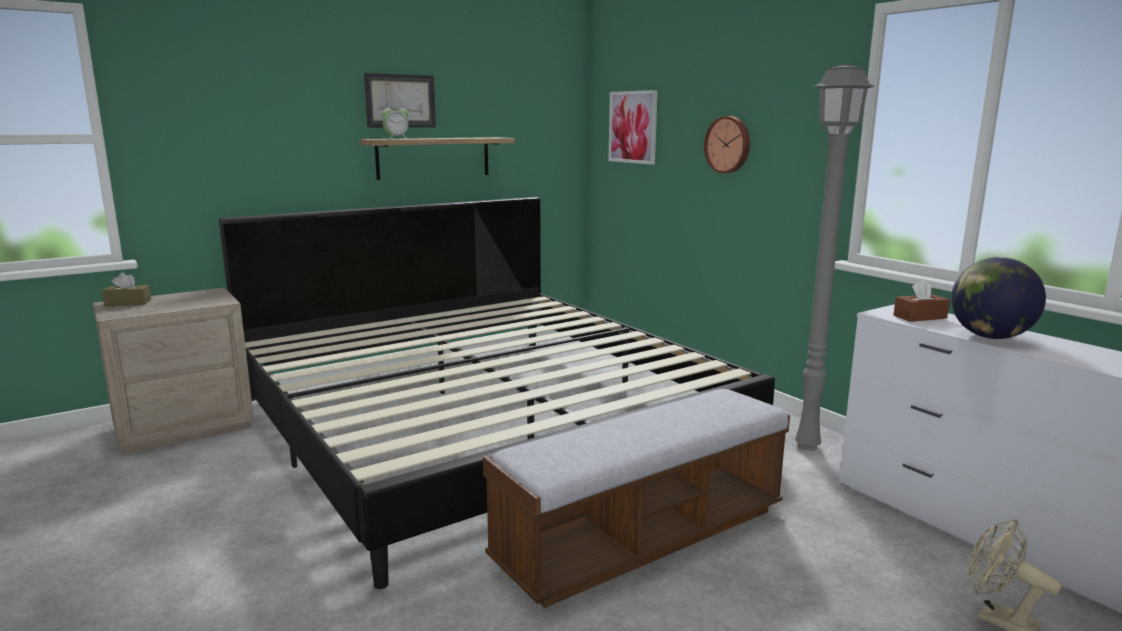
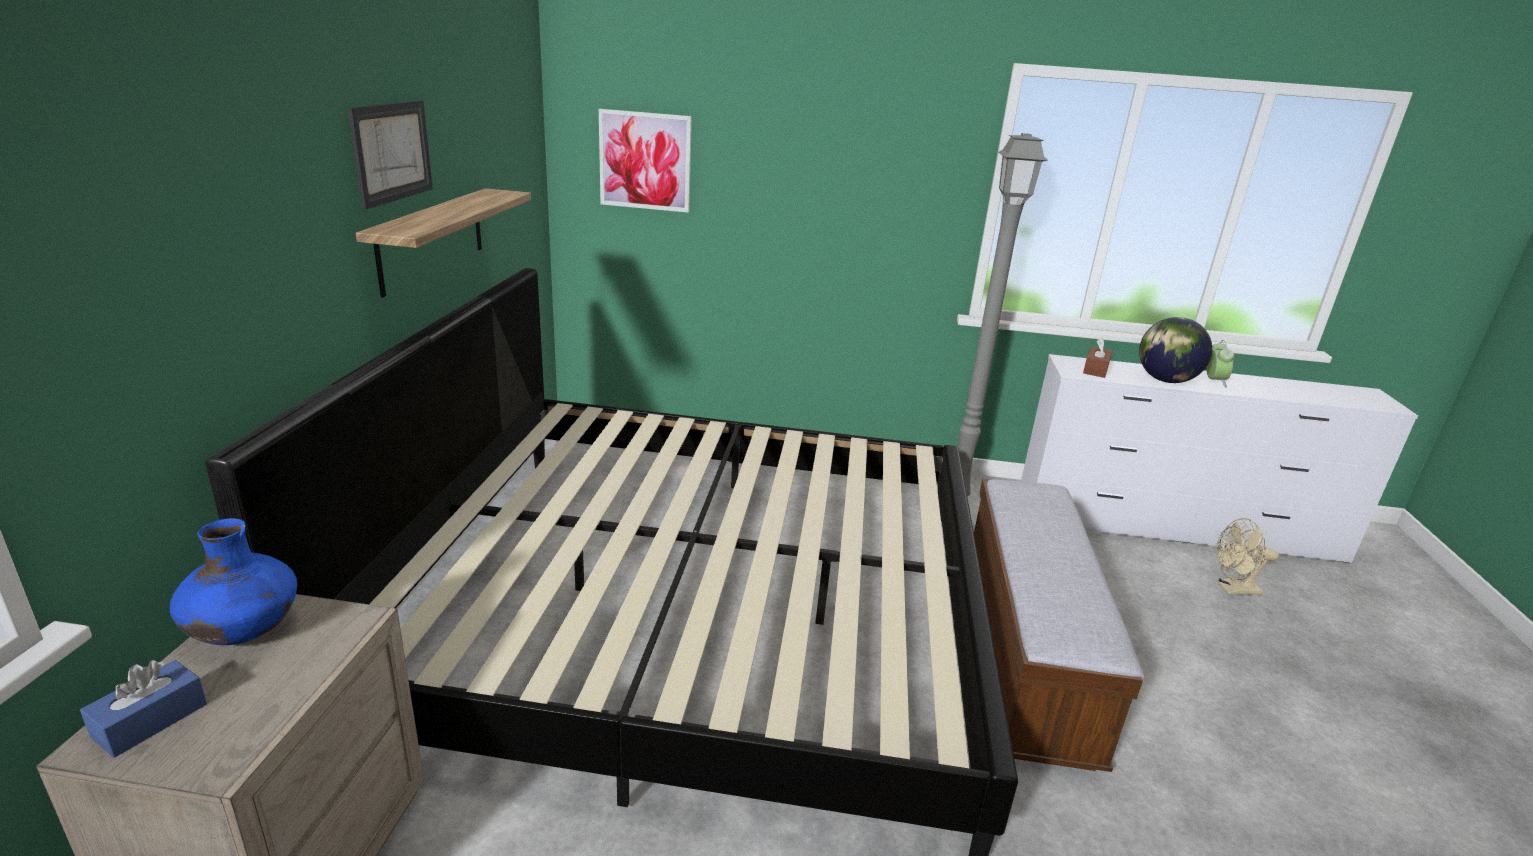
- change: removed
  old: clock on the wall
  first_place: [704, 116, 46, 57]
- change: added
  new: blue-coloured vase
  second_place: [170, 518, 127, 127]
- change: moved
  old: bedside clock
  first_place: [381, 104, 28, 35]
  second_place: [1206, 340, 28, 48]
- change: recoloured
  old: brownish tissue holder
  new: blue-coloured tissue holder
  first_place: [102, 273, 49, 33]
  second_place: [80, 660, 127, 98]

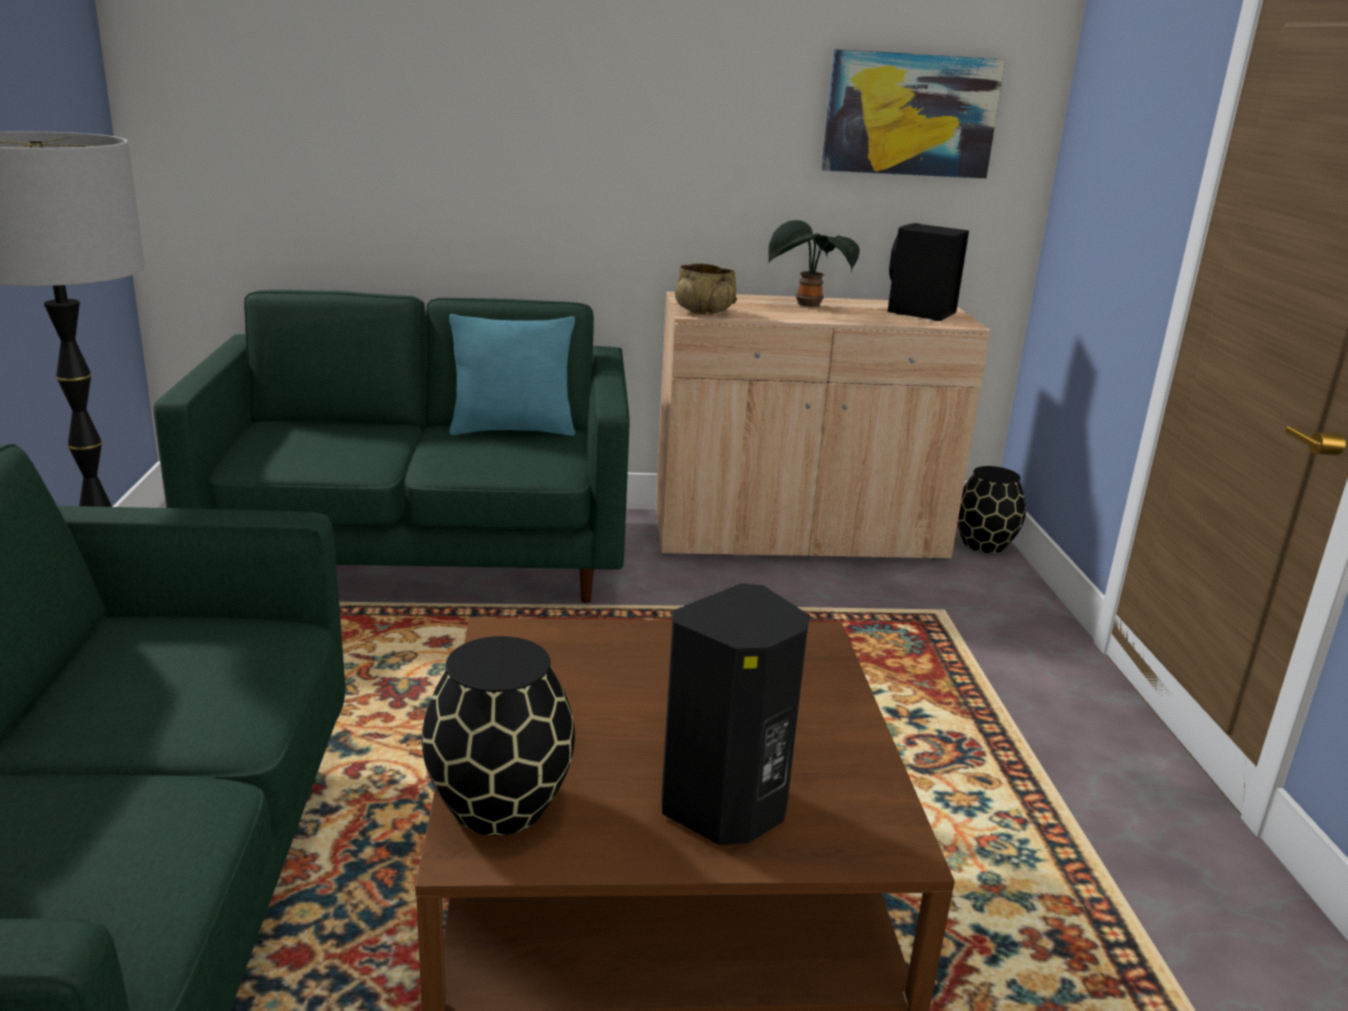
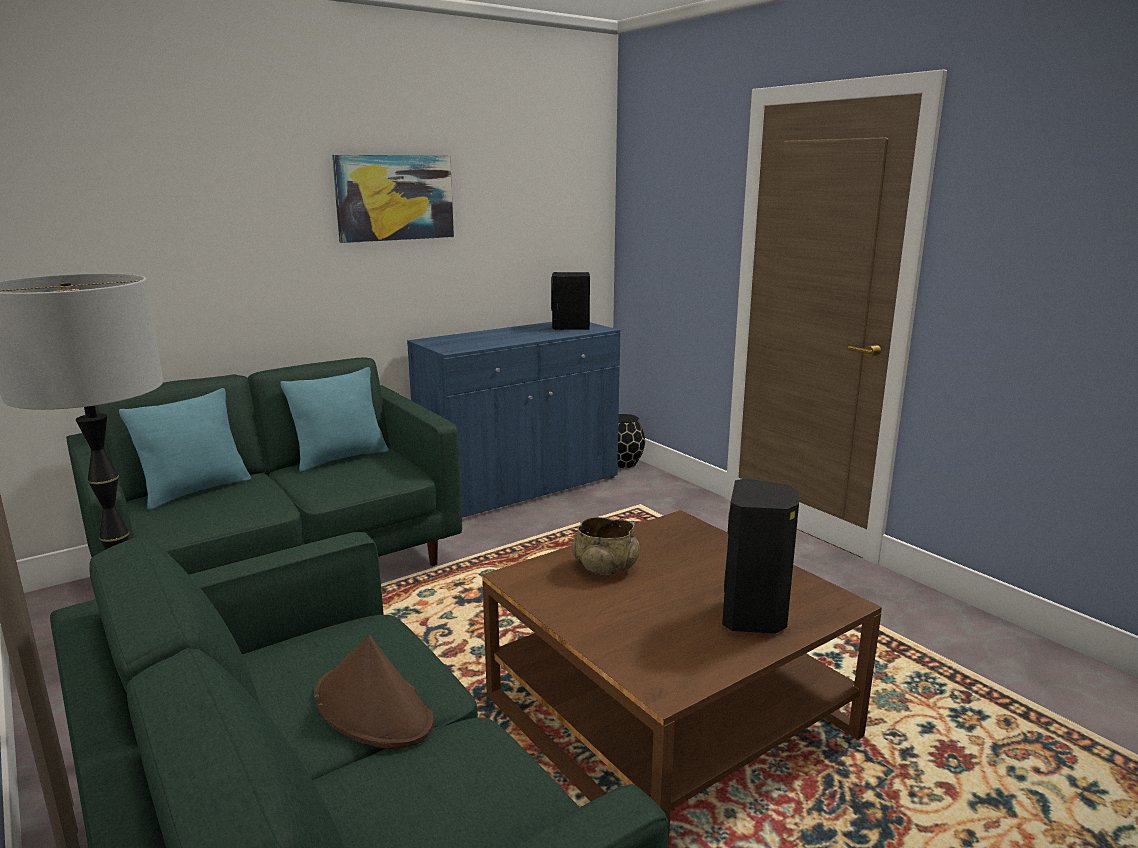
- change: removed
  old: blackish vase
  first_place: [422, 636, 153, 200]
- change: removed
  old: potted plant
  first_place: [768, 220, 92, 87]
- change: added
  new: blue-green throw pillow
  second_place: [119, 388, 132, 122]
- change: added
  new: brownish wearable hat
  second_place: [314, 635, 120, 114]
- change: moved
  old: sand-coloured serving bowl
  first_place: [675, 263, 62, 52]
  second_place: [572, 517, 68, 58]
- change: moved
  old: wall art
  first_place: [821, 49, 184, 130]
  second_place: [332, 155, 122, 88]
- change: recoloured
  old: sand-coloured cabinet
  new: blue-coloured cabinet
  first_place: [655, 291, 335, 270]
  second_place: [407, 322, 213, 196]

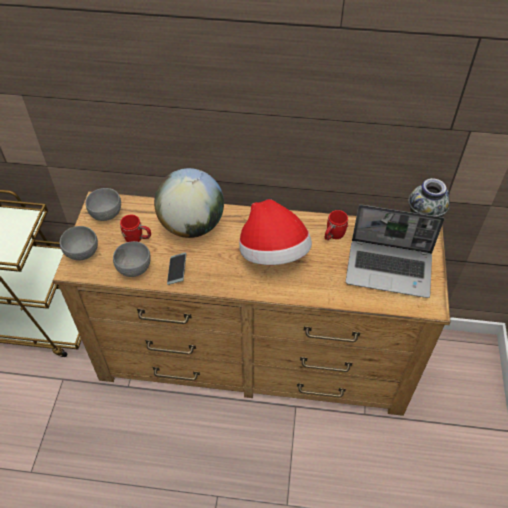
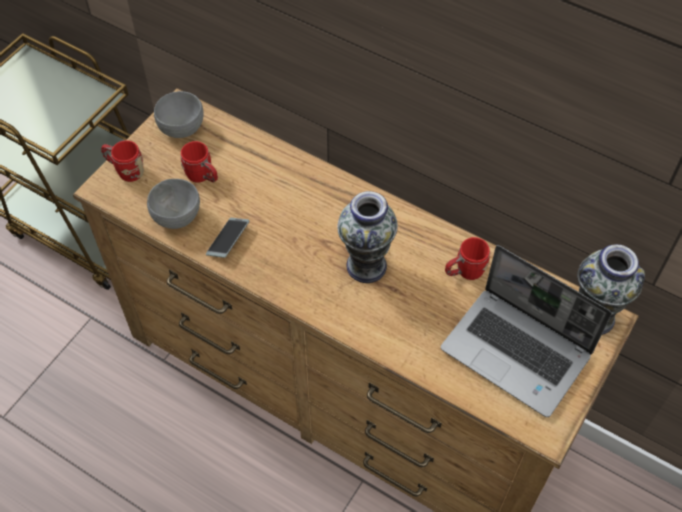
- change: removed
  old: world globe
  first_place: [154, 168, 70, 70]
- change: replaced
  old: grey serving bowl
  new: red tea mug
  first_place: [60, 226, 38, 35]
  second_place: [101, 140, 43, 42]
- change: replaced
  old: wearable hat
  new: vase
  first_place: [239, 199, 73, 66]
  second_place: [337, 191, 61, 92]

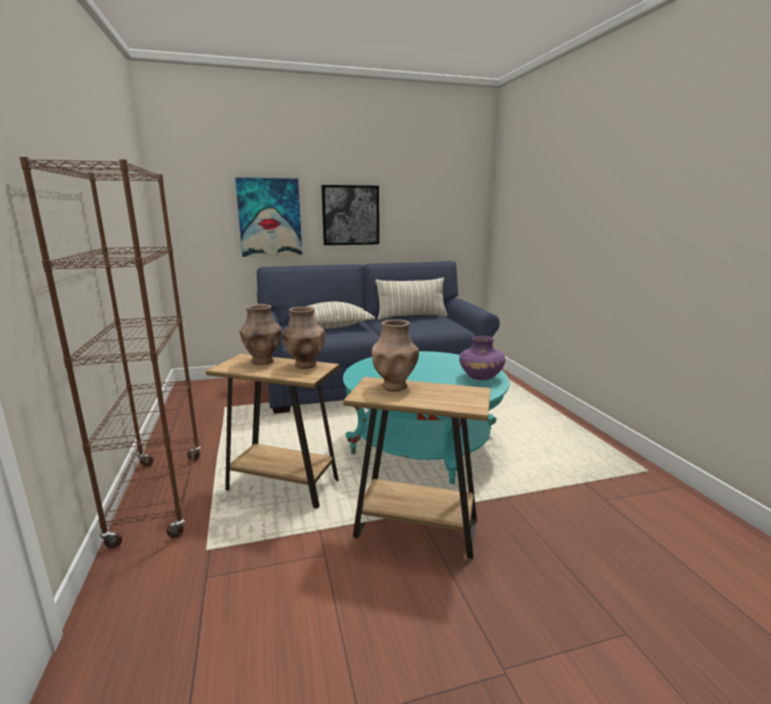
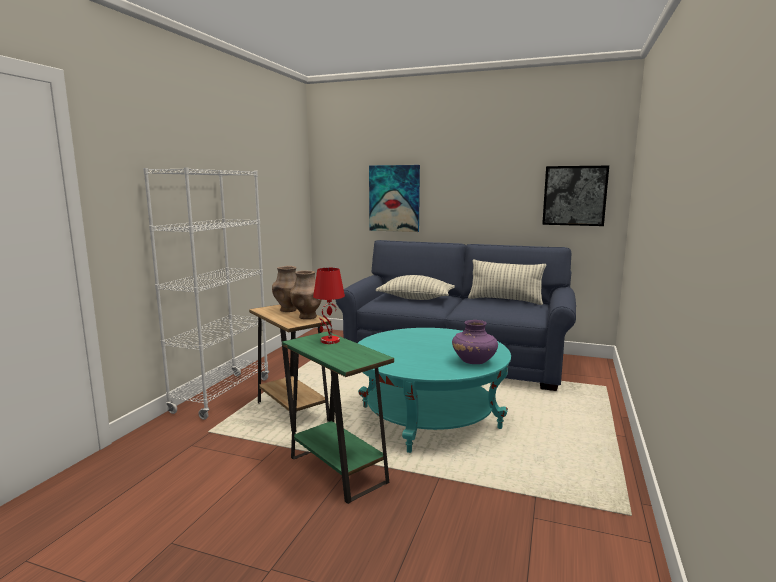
- change: moved
  old: wall art
  first_place: [321, 185, 58, 60]
  second_place: [542, 166, 67, 60]
- change: replaced
  old: brownish vase
  new: red table lamp
  first_place: [372, 319, 47, 73]
  second_place: [313, 268, 32, 76]
- change: recoloured
  old: brownish shelving unit
  new: whitish shelving unit
  first_place: [19, 157, 182, 391]
  second_place: [143, 167, 126, 253]
- change: recoloured
  old: brownish end table
  new: green end table
  first_place: [343, 377, 148, 182]
  second_place: [282, 332, 112, 172]

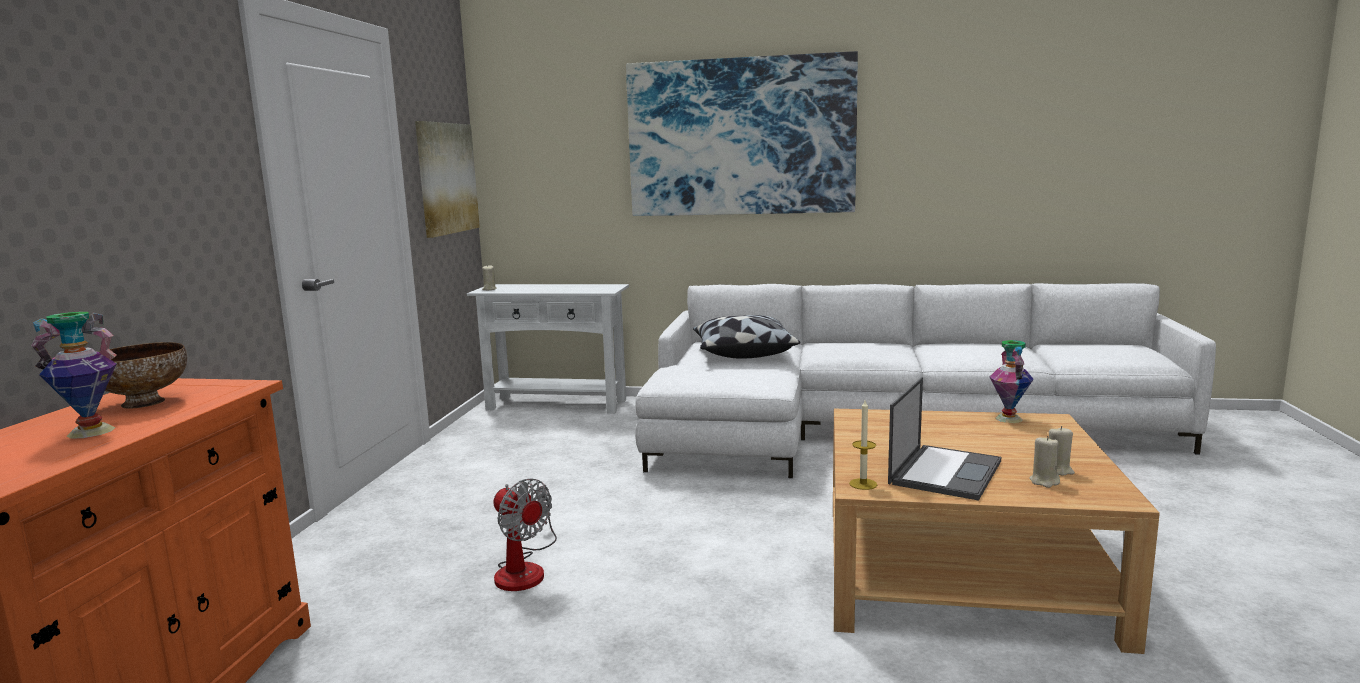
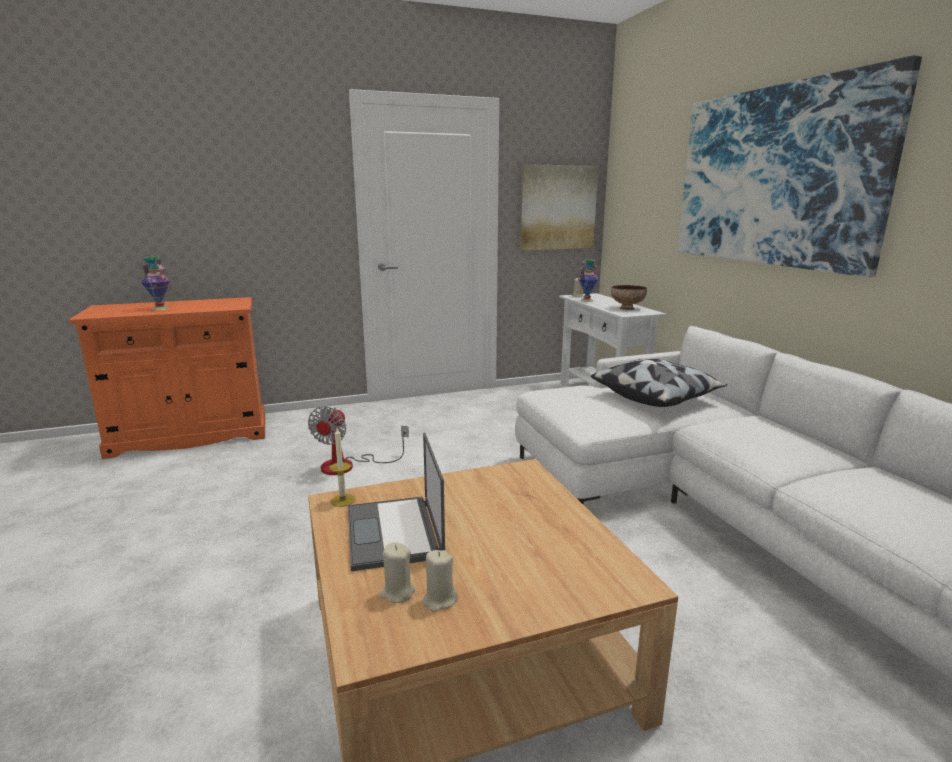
- change: moved
  old: serving bowl
  first_place: [99, 342, 88, 67]
  second_place: [611, 285, 36, 25]
- change: moved
  old: vase
  first_place: [990, 340, 44, 83]
  second_place: [578, 260, 21, 42]
- change: turned
  old: portable computer
  first_place: [888, 377, 113, 124]
  second_place: [348, 432, 97, 140]
  degrees: 75

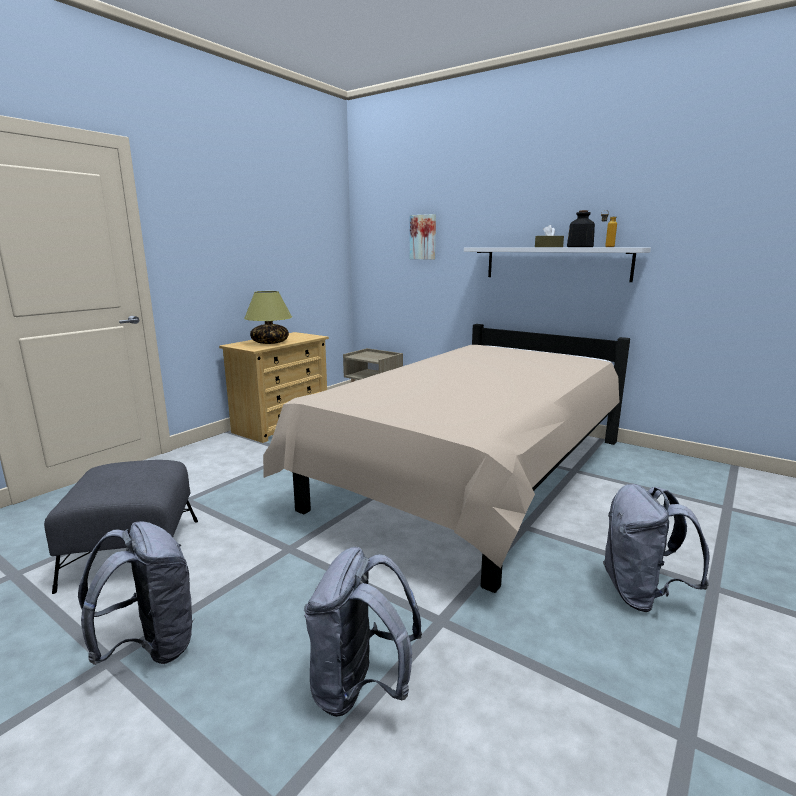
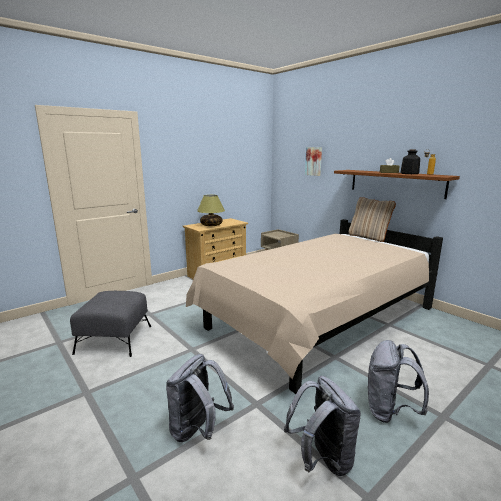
- change: added
  new: sand-coloured throw pillow
  second_place: [349, 197, 47, 45]
- change: moved
  old: grey rucksack
  first_place: [78, 521, 116, 144]
  second_place: [284, 376, 77, 100]
- change: recoloured
  old: whitish wall shelf
  new: brownish wall shelf
  first_place: [464, 247, 187, 35]
  second_place: [334, 170, 126, 29]

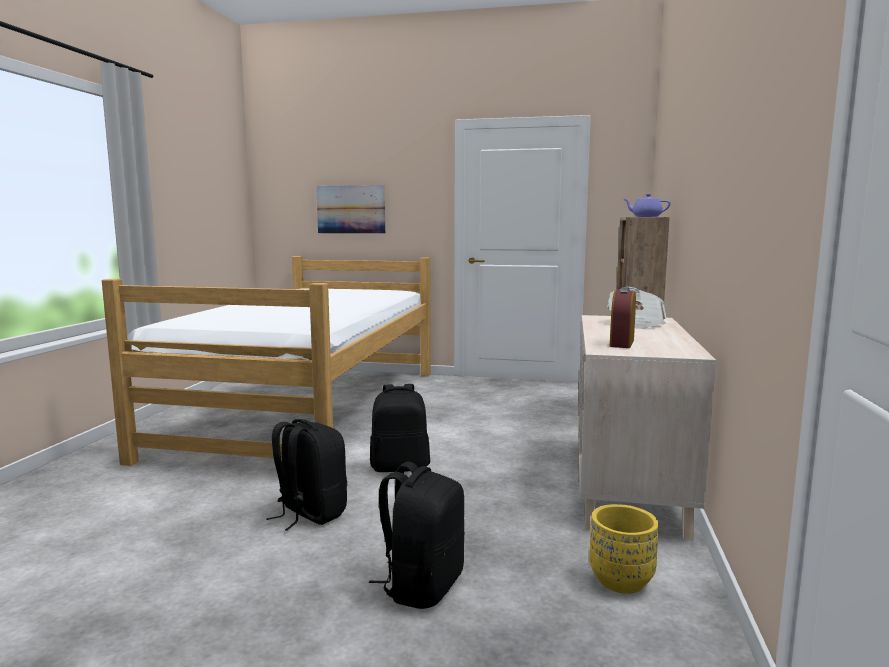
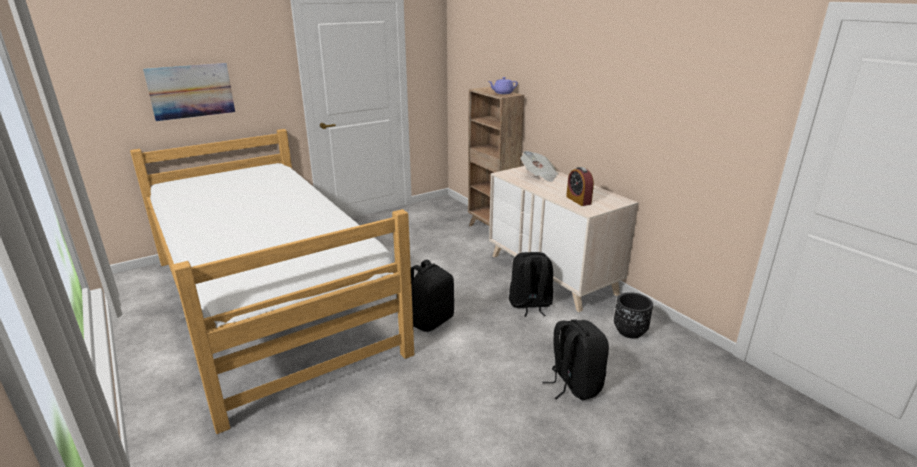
- change: moved
  old: blackish rucksack
  first_place: [266, 419, 81, 112]
  second_place: [509, 252, 44, 65]
- change: recoloured
  old: yellowish flower pot
  new: blackish flower pot
  first_place: [589, 504, 70, 90]
  second_place: [614, 292, 39, 47]

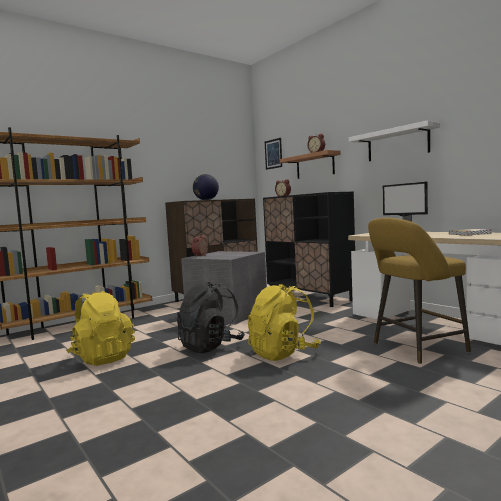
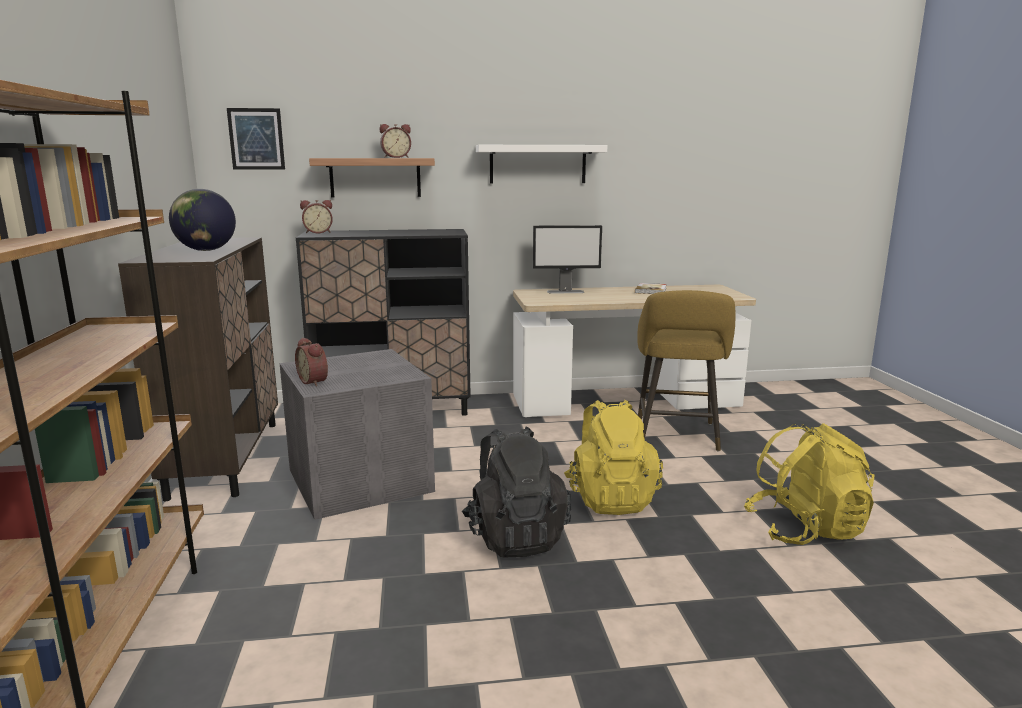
- change: moved
  old: yellowish rucksack
  first_place: [66, 291, 69, 75]
  second_place: [744, 423, 130, 122]

